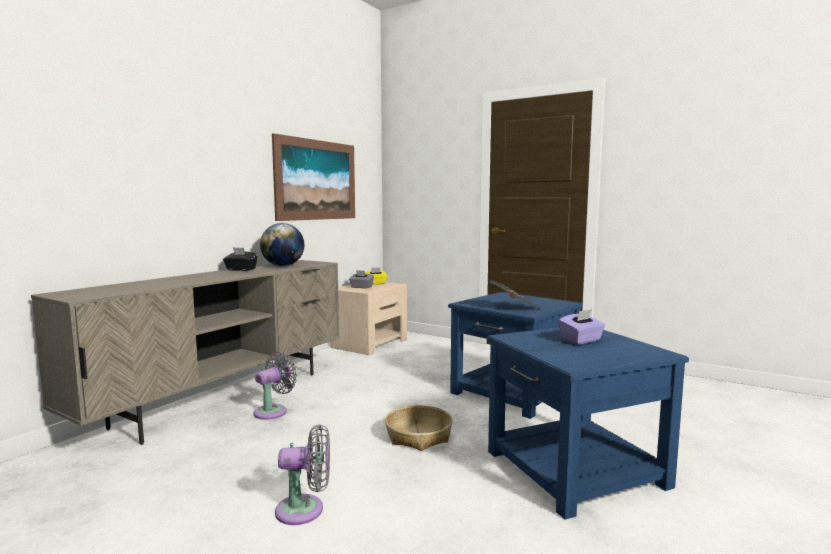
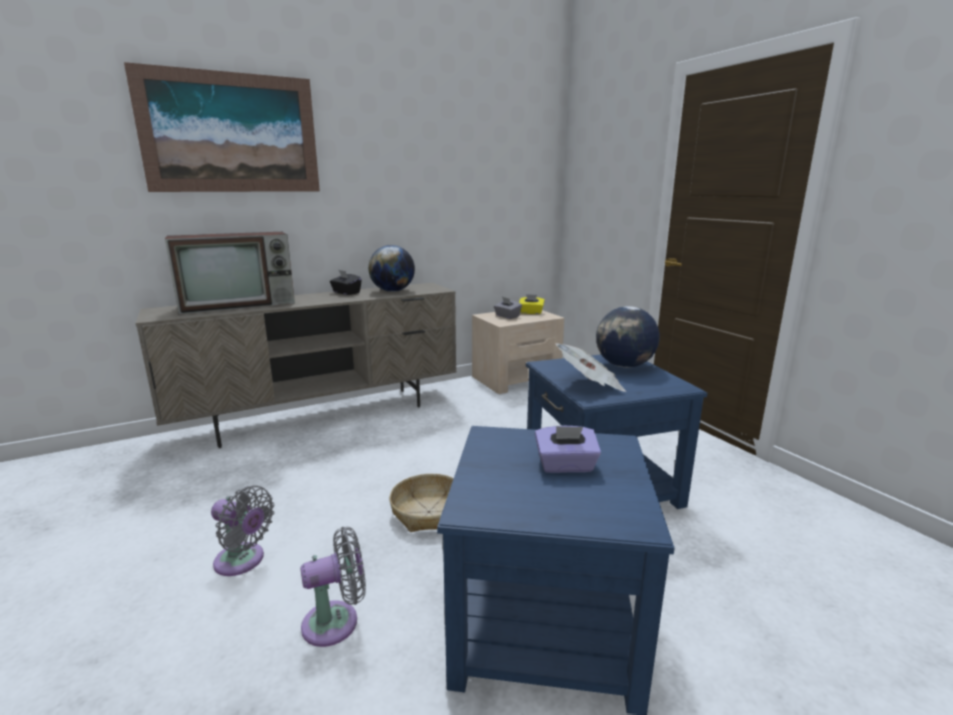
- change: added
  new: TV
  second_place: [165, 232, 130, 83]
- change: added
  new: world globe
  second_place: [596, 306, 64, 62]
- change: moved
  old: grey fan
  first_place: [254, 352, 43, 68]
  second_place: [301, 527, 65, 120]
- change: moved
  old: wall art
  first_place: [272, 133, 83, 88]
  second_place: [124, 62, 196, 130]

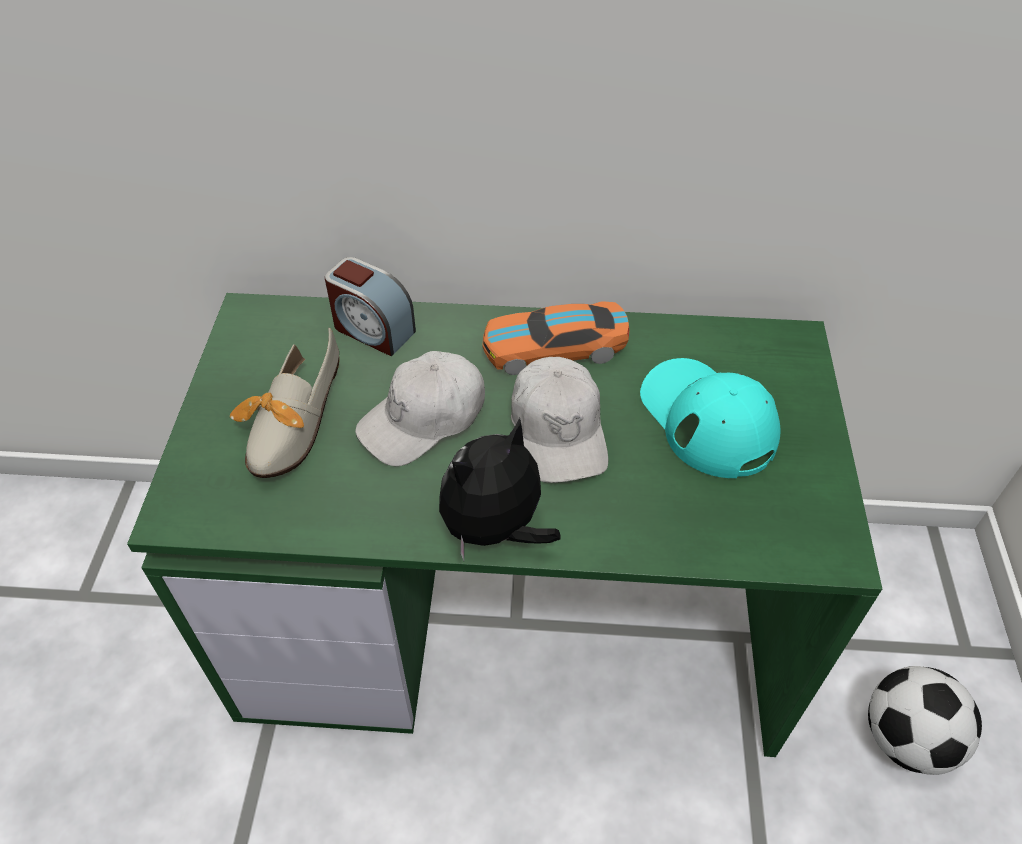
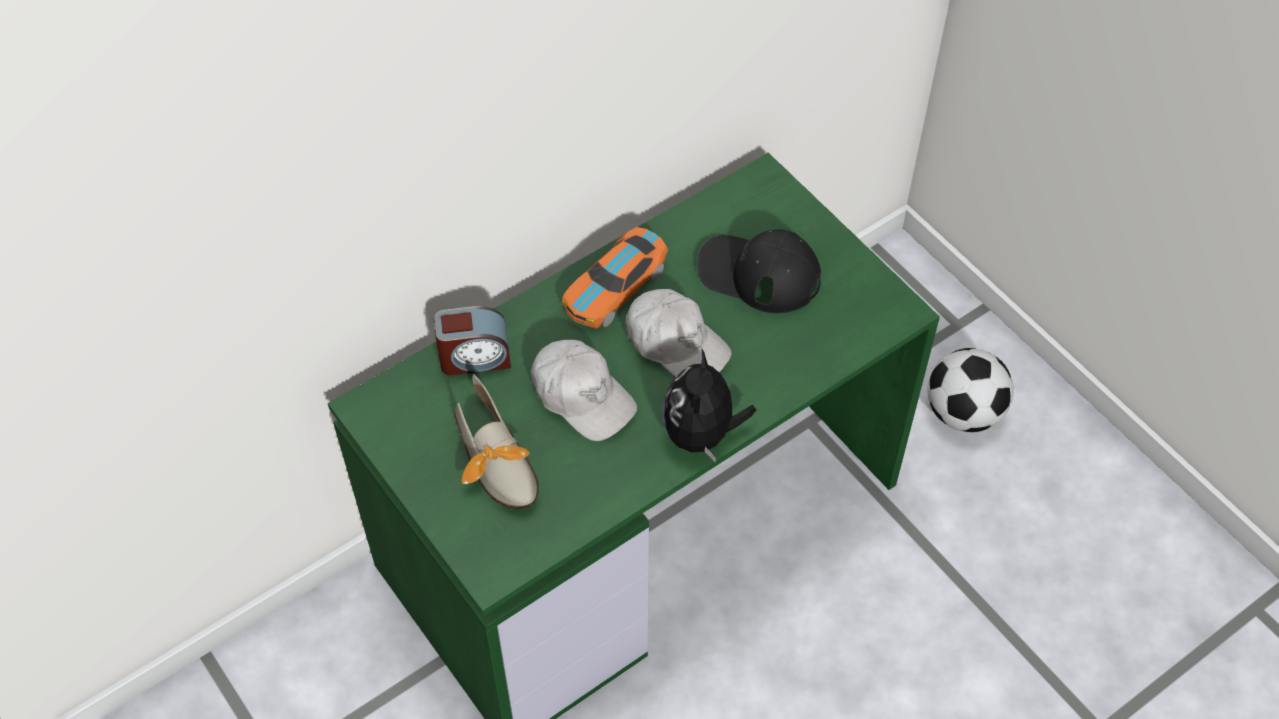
- change: recoloured
  old: blue-green baseball cap
  new: blackish baseball cap
  first_place: [640, 358, 140, 120]
  second_place: [697, 229, 124, 84]
- change: turned
  old: whitish baseball cap
  first_place: [355, 351, 130, 116]
  second_place: [531, 340, 106, 101]
  degrees: -60

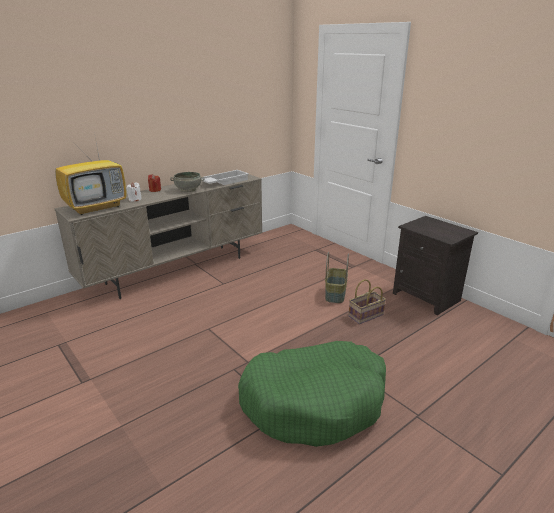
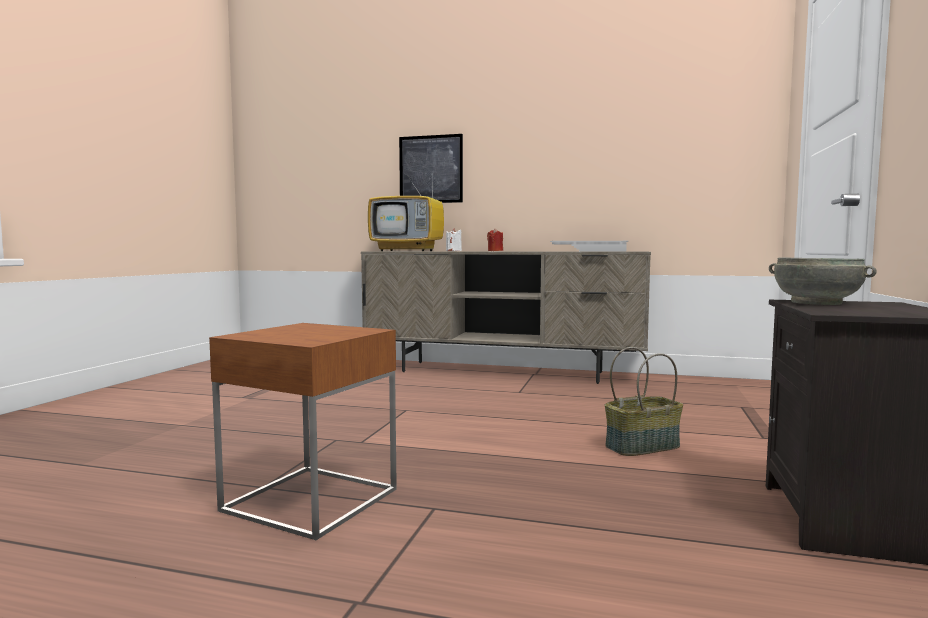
- change: removed
  old: household basket
  first_place: [348, 279, 38, 45]
- change: added
  new: wall art
  second_place: [399, 134, 64, 69]
- change: moved
  old: grey serving bowl
  first_place: [170, 172, 34, 20]
  second_place: [769, 258, 108, 47]
- change: replaced
  old: green dog bed
  new: brownish end table
  first_place: [238, 341, 148, 106]
  second_place: [209, 323, 188, 217]

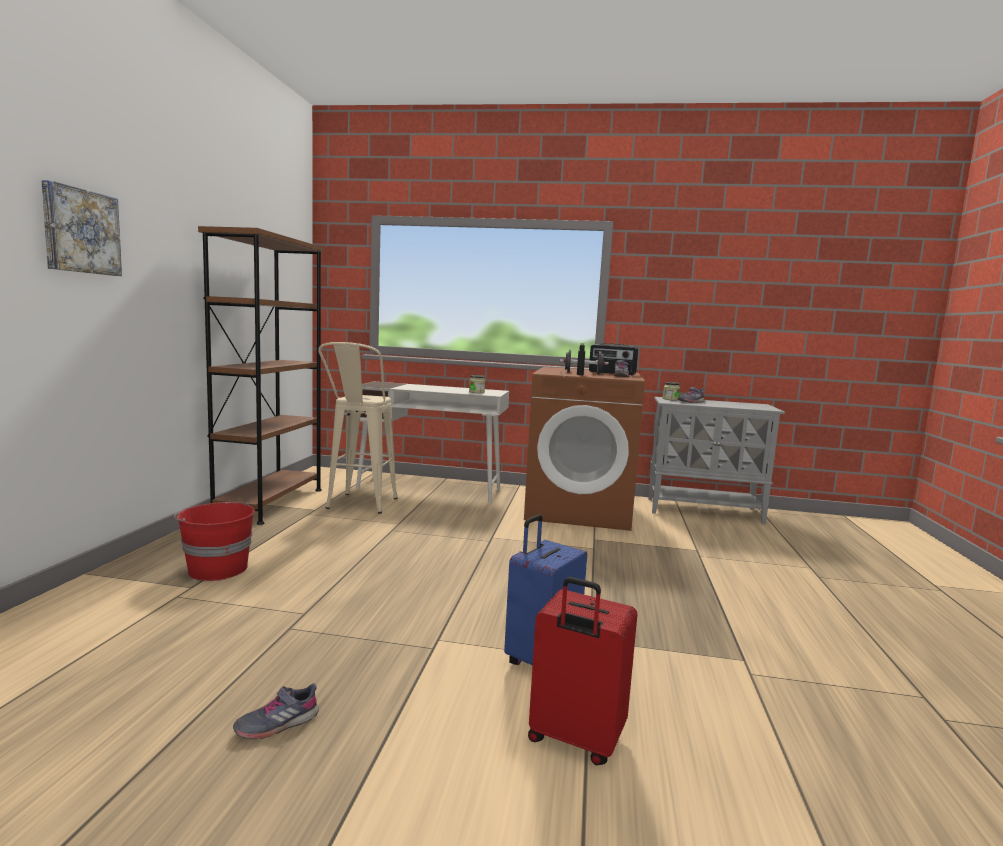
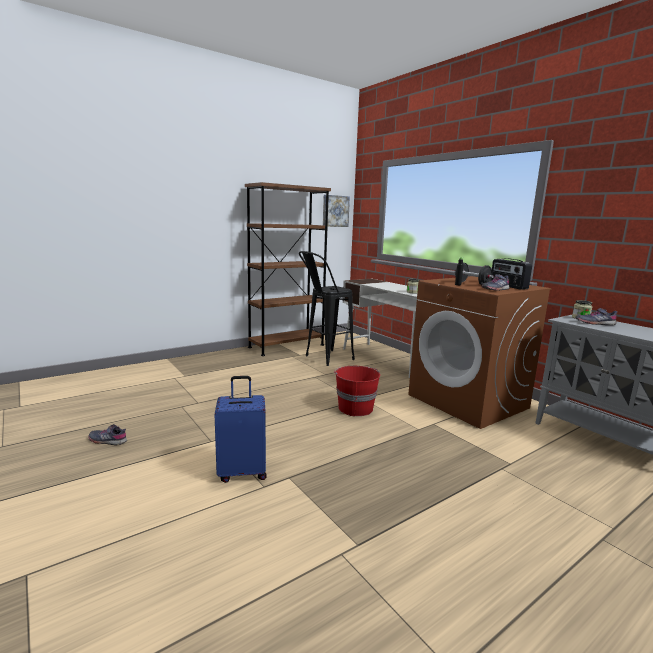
- change: removed
  old: red travel case
  first_place: [528, 577, 109, 188]
- change: moved
  old: wall art
  first_place: [41, 180, 81, 96]
  second_place: [323, 195, 27, 32]
- change: moved
  old: red pail
  first_place: [174, 502, 81, 79]
  second_place: [334, 366, 46, 50]
- change: recoloured
  old: sand-coloured stool seat
  new: blackish stool seat
  first_place: [318, 342, 79, 172]
  second_place: [299, 251, 56, 115]

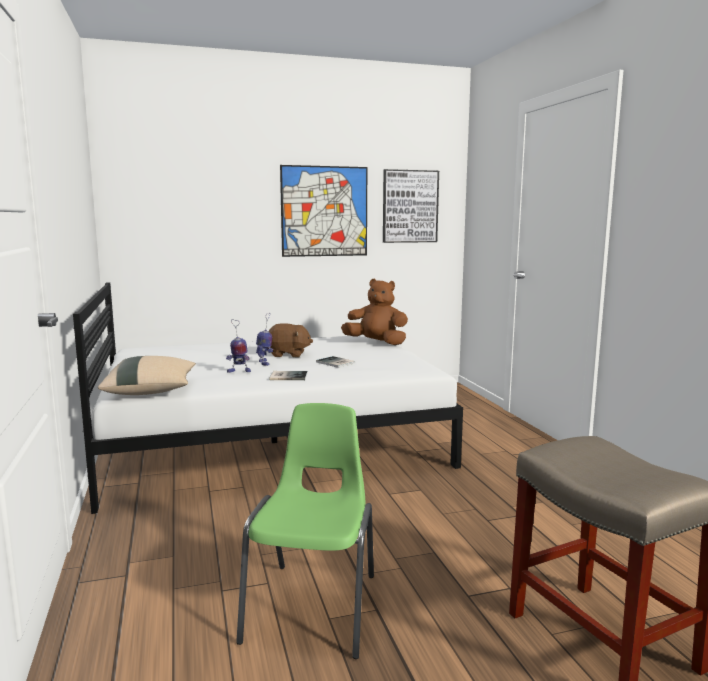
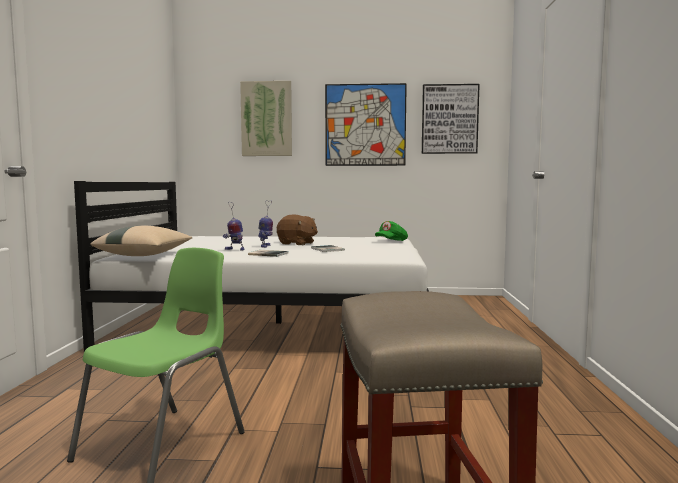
- change: added
  new: wall art
  second_place: [240, 81, 52, 75]
- change: replaced
  old: brownish plush toy
  new: green baseball cap
  first_place: [341, 279, 67, 66]
  second_place: [375, 221, 33, 20]

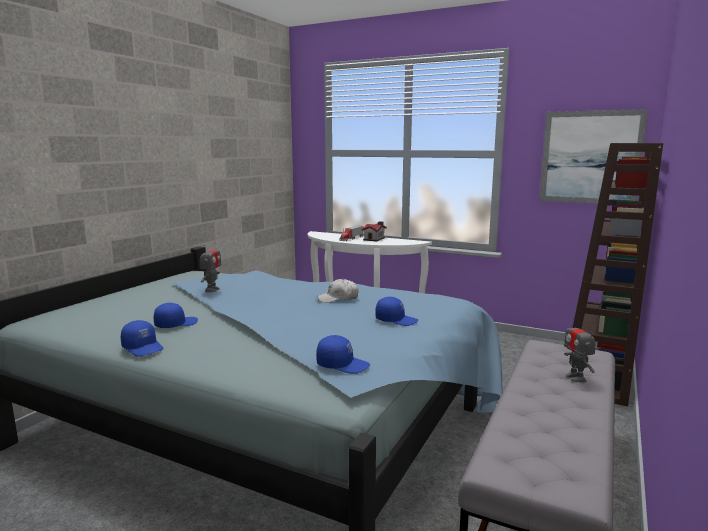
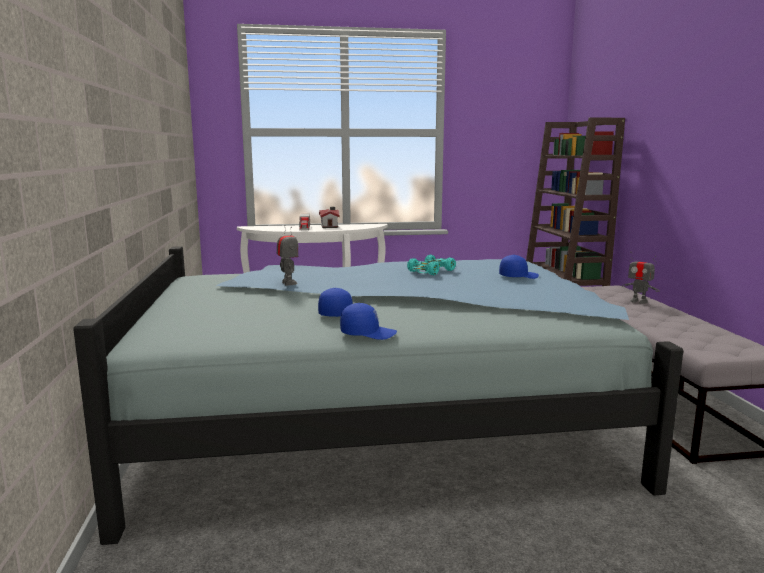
- change: removed
  old: blue-coloured baseball cap
  first_place: [316, 335, 54, 39]
- change: removed
  old: wall art
  first_place: [539, 109, 109, 94]
- change: replaced
  old: whitish baseball cap
  new: blue-green model car
  first_place: [317, 278, 42, 25]
  second_place: [407, 255, 49, 20]

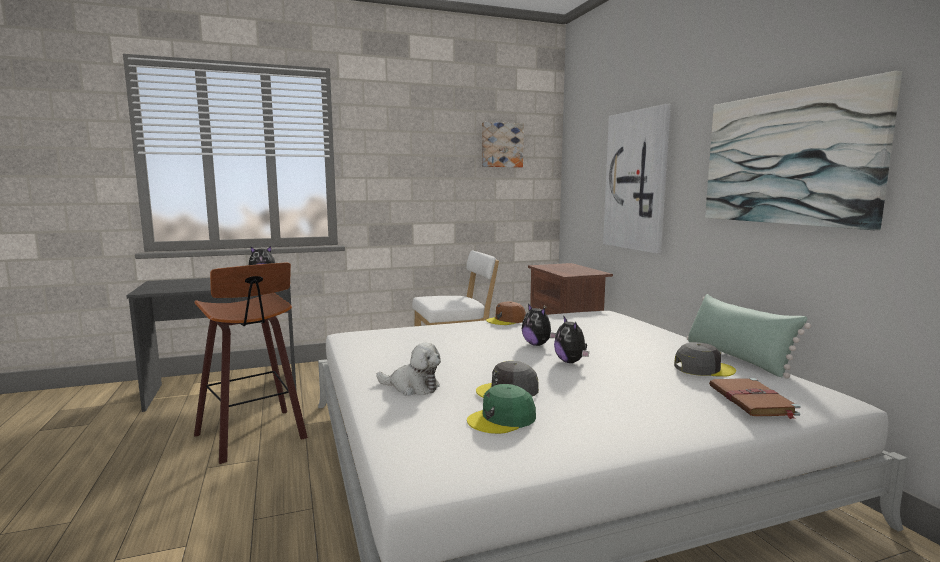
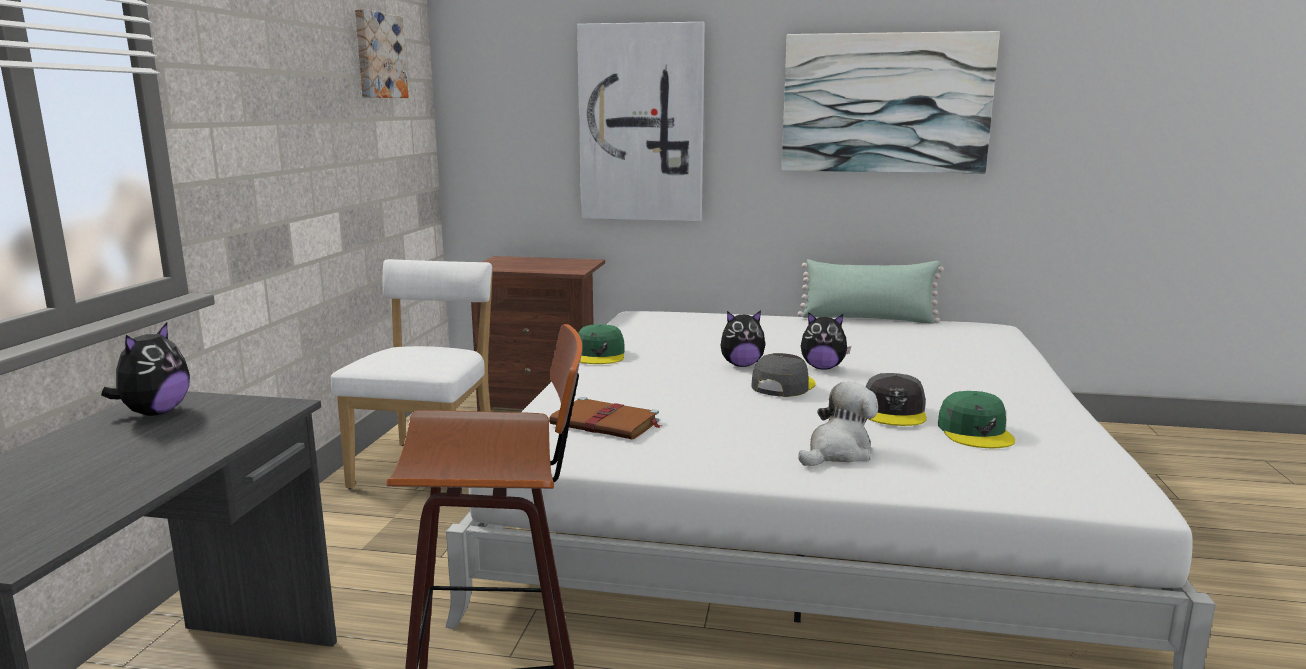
- change: moved
  old: grey baseball cap
  first_place: [674, 342, 62, 35]
  second_place: [751, 353, 65, 44]
- change: moved
  old: brownish book
  first_place: [709, 378, 92, 41]
  second_place: [549, 397, 112, 42]
- change: recoloured
  old: brownish baseball cap
  new: green baseball cap
  first_place: [486, 302, 40, 23]
  second_place: [578, 324, 46, 40]

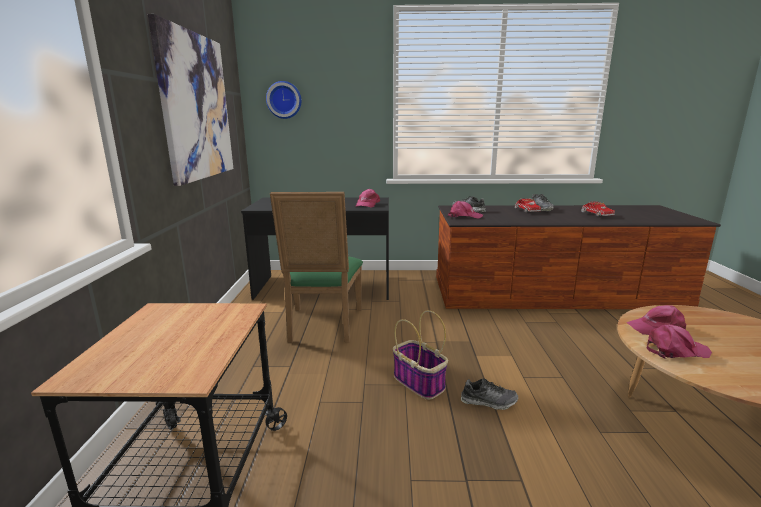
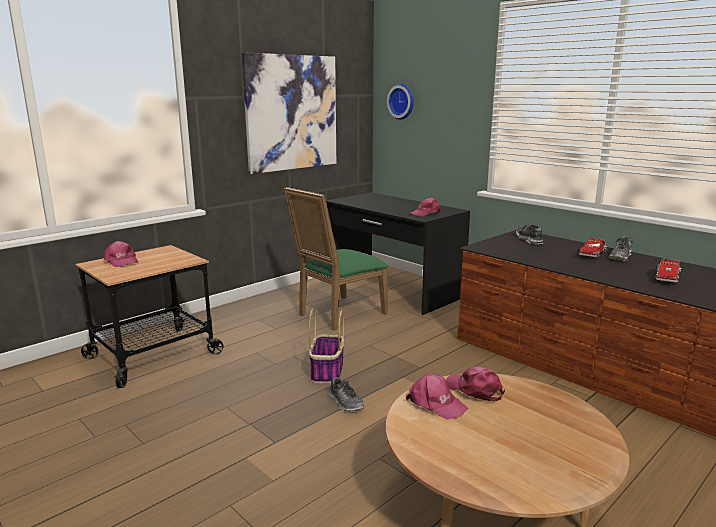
- change: moved
  old: pink baseball cap
  first_place: [448, 201, 35, 18]
  second_place: [104, 241, 34, 26]

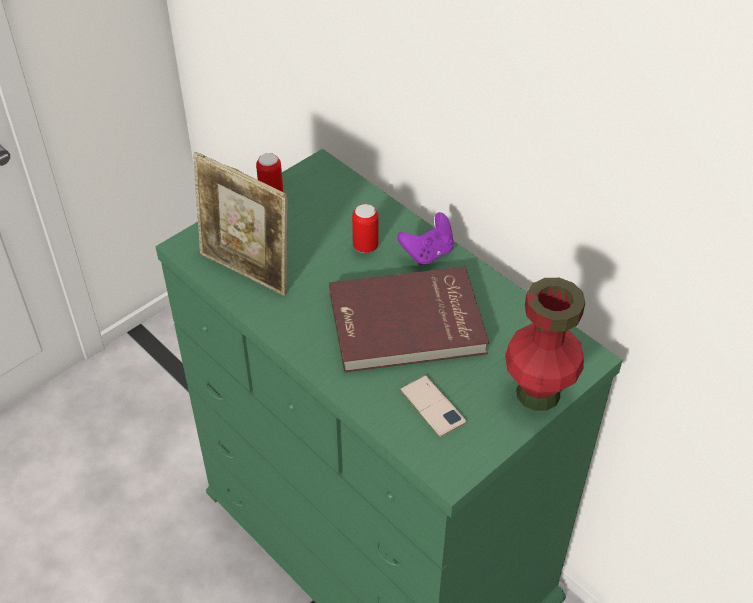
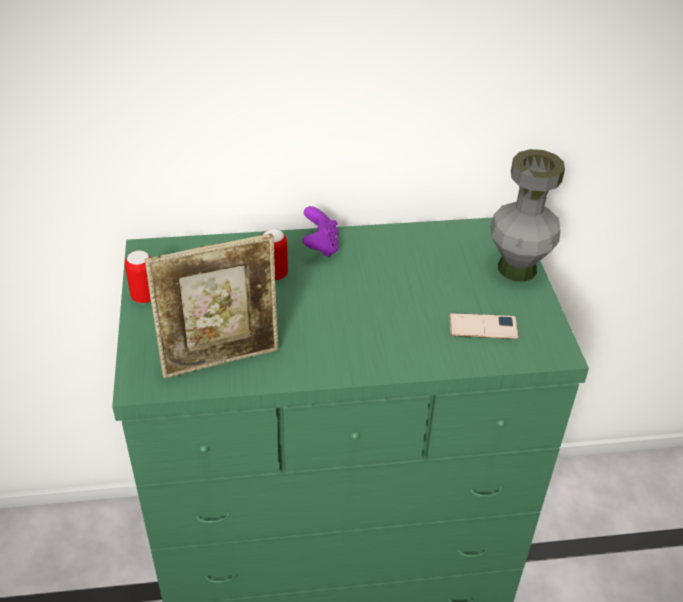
- change: removed
  old: red book
  first_place: [329, 266, 160, 106]
- change: recoloured
  old: red vase
  new: grey vase
  first_place: [505, 278, 80, 133]
  second_place: [490, 149, 75, 133]

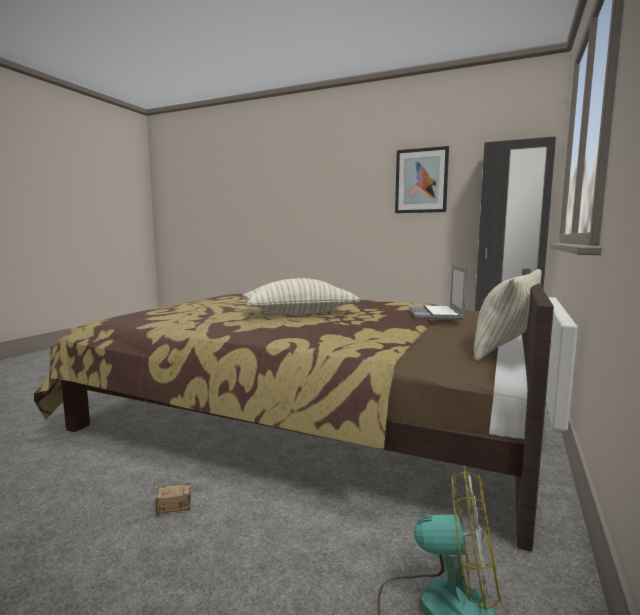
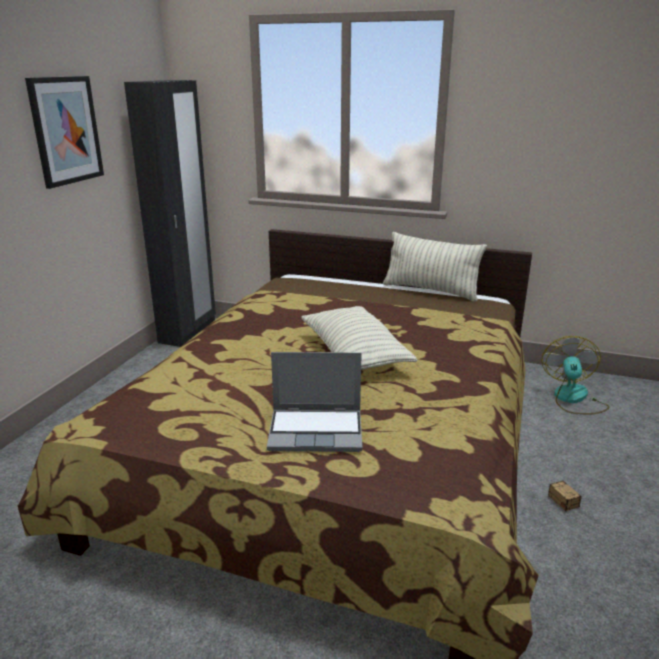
- change: moved
  old: portable computer
  first_place: [409, 265, 58, 55]
  second_place: [267, 352, 95, 100]

